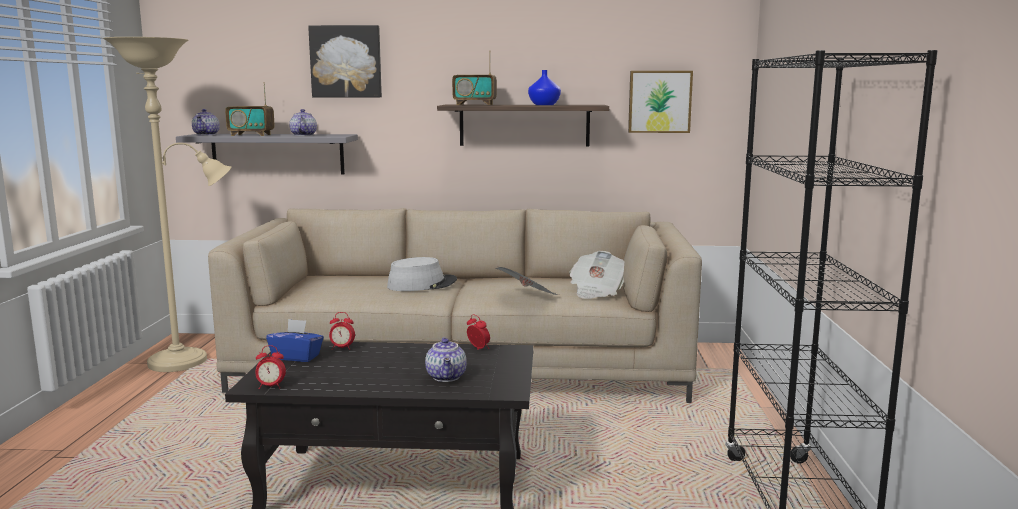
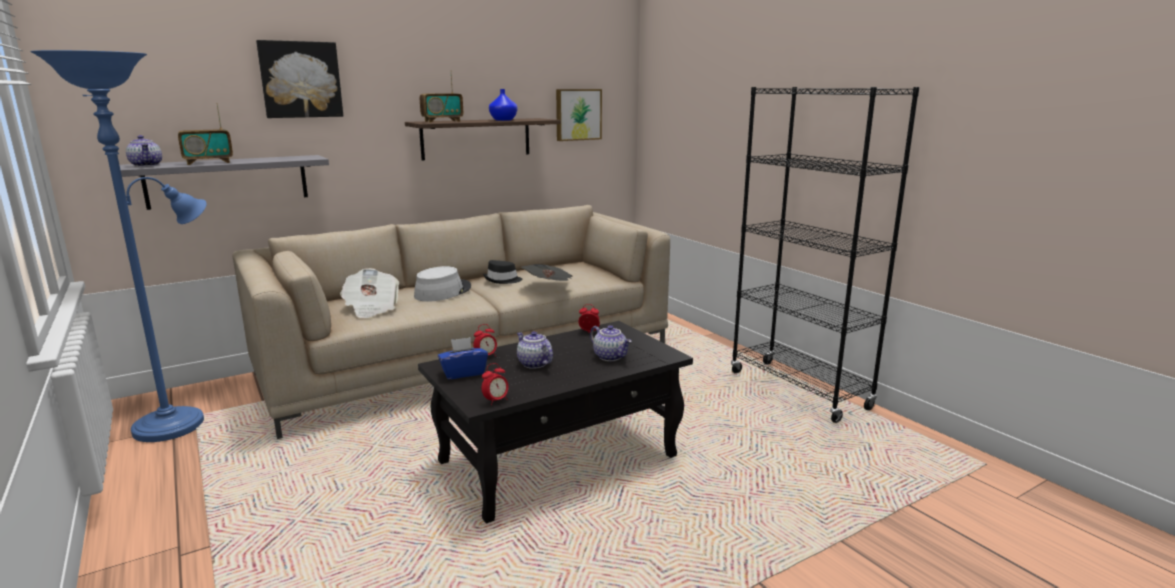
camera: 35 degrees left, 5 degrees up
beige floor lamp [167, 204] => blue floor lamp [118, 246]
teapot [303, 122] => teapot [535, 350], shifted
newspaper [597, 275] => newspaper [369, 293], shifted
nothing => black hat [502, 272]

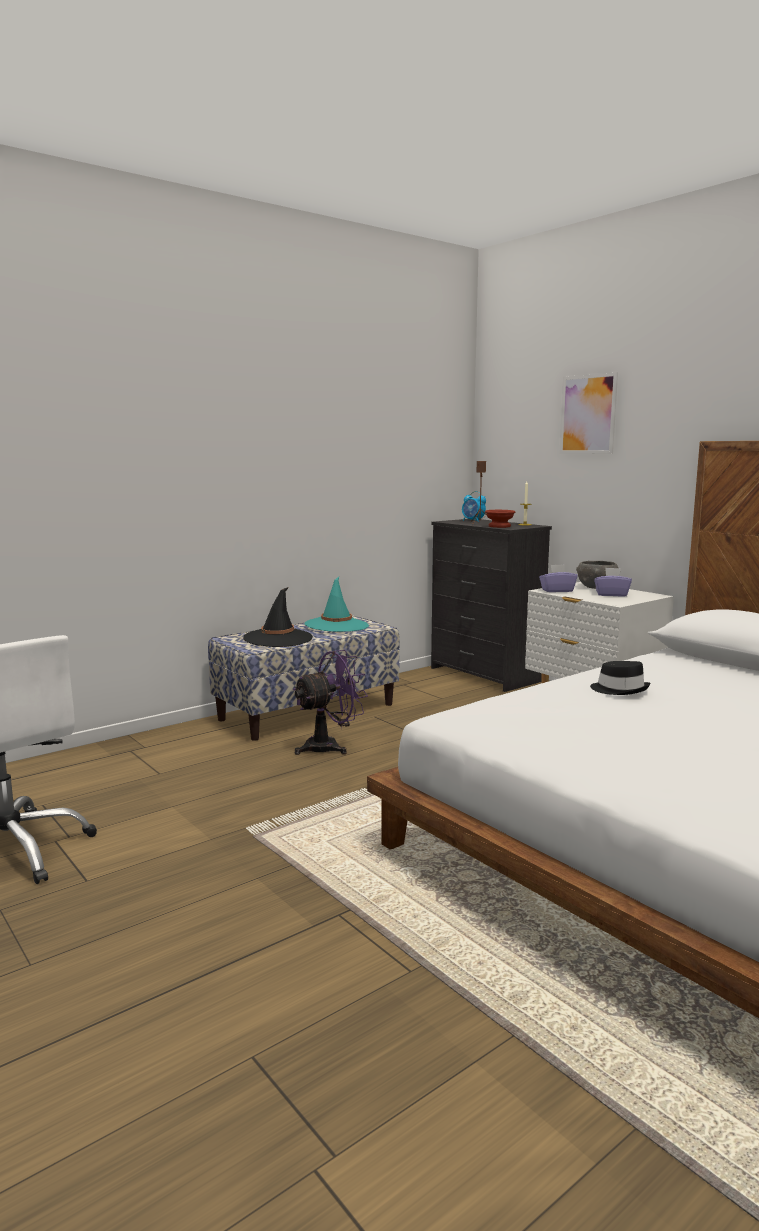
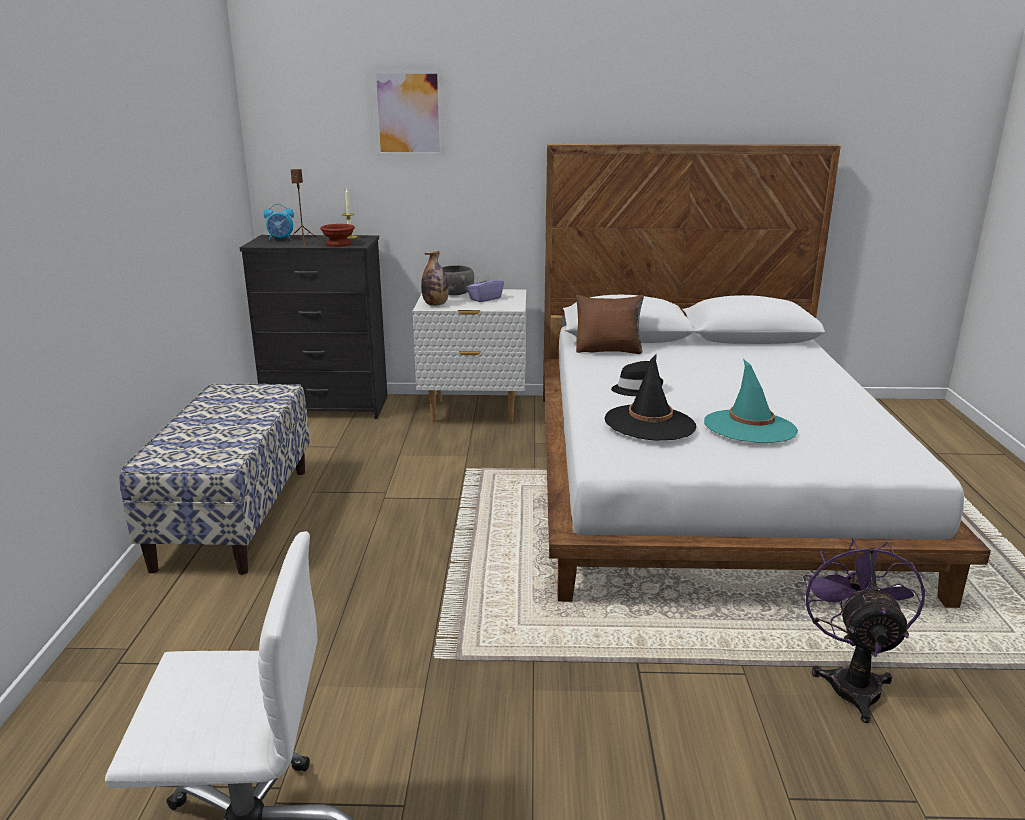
camera: 50 degrees left, 10 degrees up
purple tissue box [558, 578] => bottle [435, 278]
turquoise hat [336, 604] => turquoise hat [751, 401], shifted
black hat [278, 617] => black hat [650, 397], shifted
purple fan [330, 702] => purple fan [864, 630], shifted
nothing => brown pillow [610, 324]

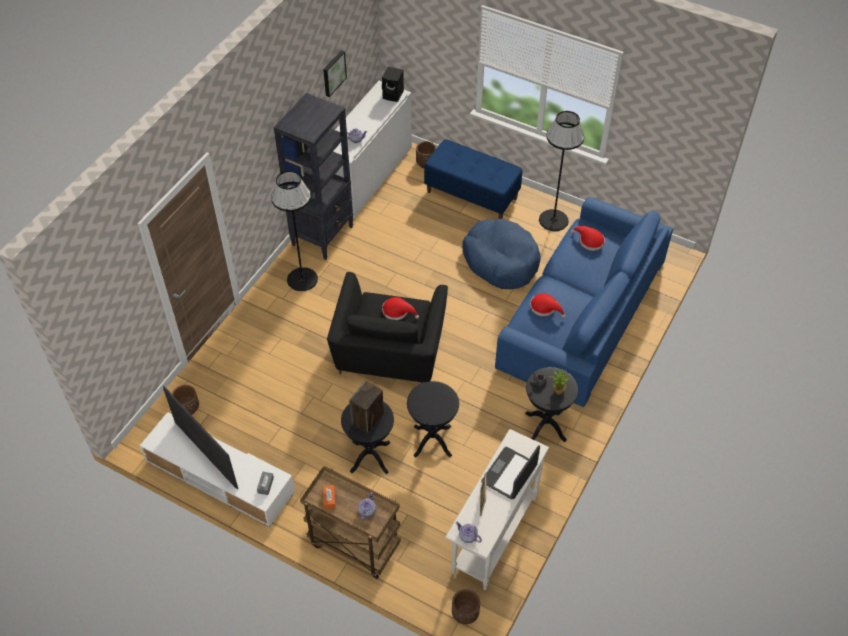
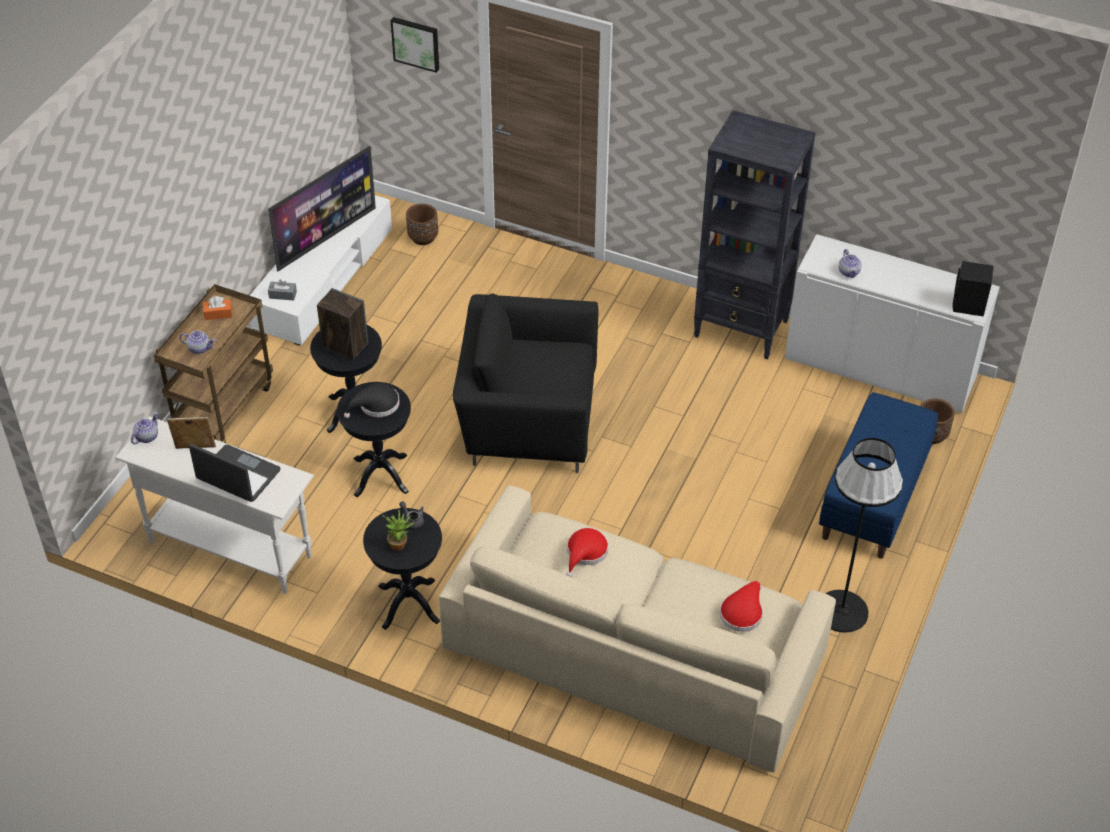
camera: 85 degrees right, 5 degrees down
picture [335, 73] => picture [415, 45], shifted
black floor lamp [294, 231] => nothing
blue sofa [584, 302] => beige sofa [637, 629]
blue dog bed [501, 253] => nothing
red hat [400, 308] => nothing
brown planter [466, 606] => nothing
nothing => black hat [371, 400]

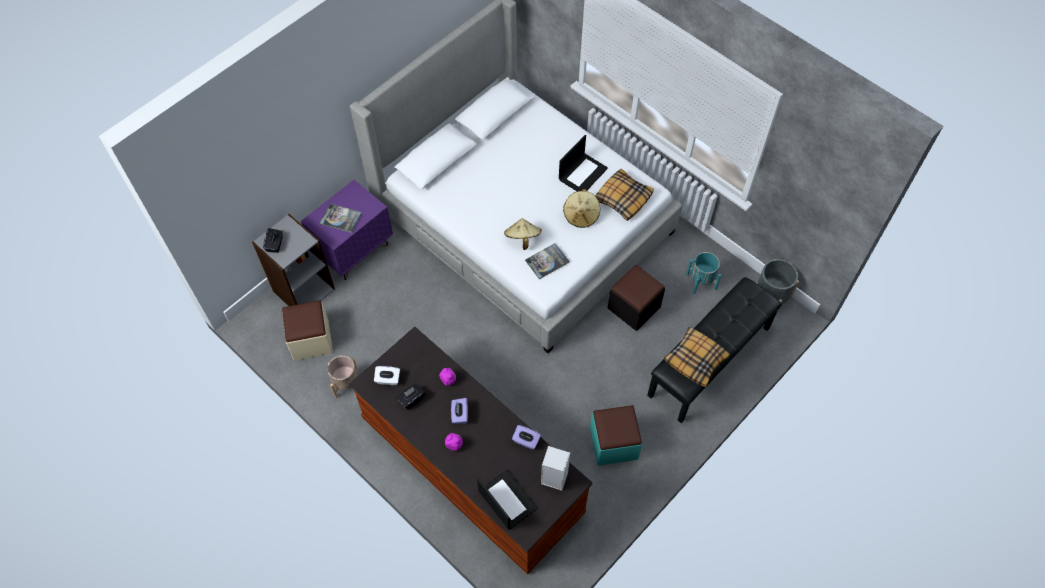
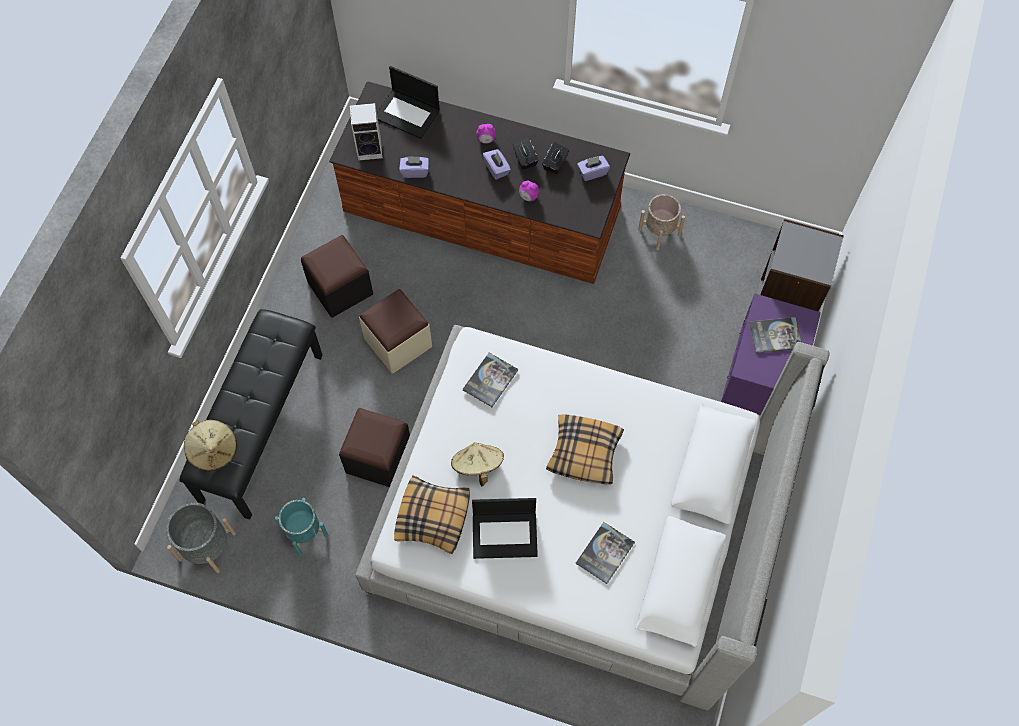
camera: 155 degrees right, 5 degrees up
laptop [583, 163] => laptop [505, 528], 105 degrees counterclockwise
beige hat [523, 234] => beige hat [210, 445], shifted
black tissue box [273, 240] => black tissue box [525, 153], shifted
beige ottoman [307, 330] => beige ottoman [395, 331], shifted
pillow [697, 357] => pillow [585, 449], shifted
white tissue box [387, 375] => purple tissue box [593, 168]
turquoise ottoman [616, 435] => black ottoman [337, 276]
nothing => book [605, 553]

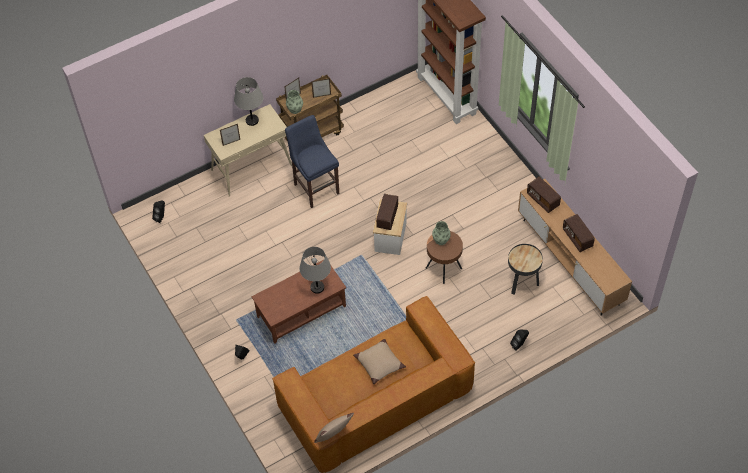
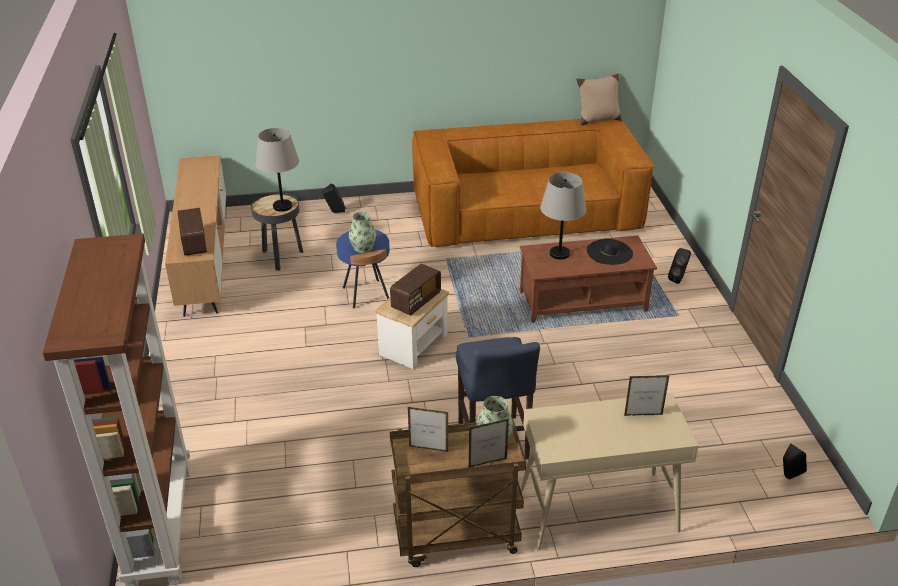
camera: 160 degrees left, 20 degrees down
grey table lamp [248, 101] => grey table lamp [277, 170], shifted
radio [579, 233] => nothing
brown side table [444, 257] => blue side table [363, 269]
beige pillow [379, 361] => nothing
nothing => black hat [610, 252]

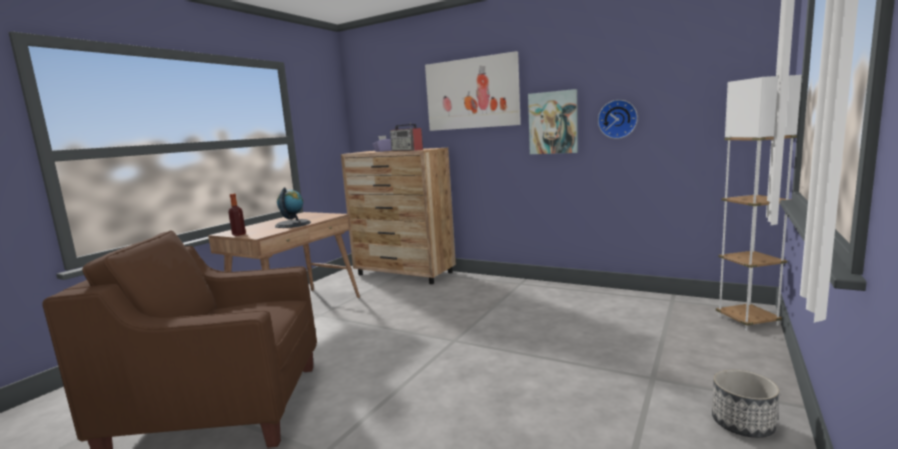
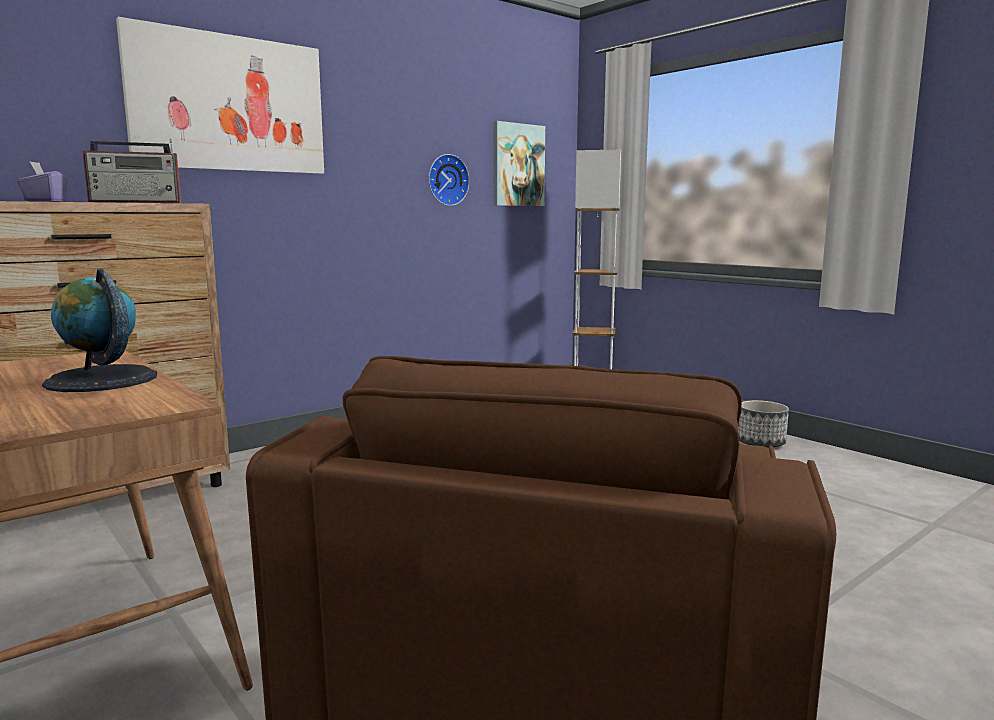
camera: 70 degrees left, 0 degrees up
picture [553, 121] => picture [519, 163], shifted
bottle [237, 215] => nothing

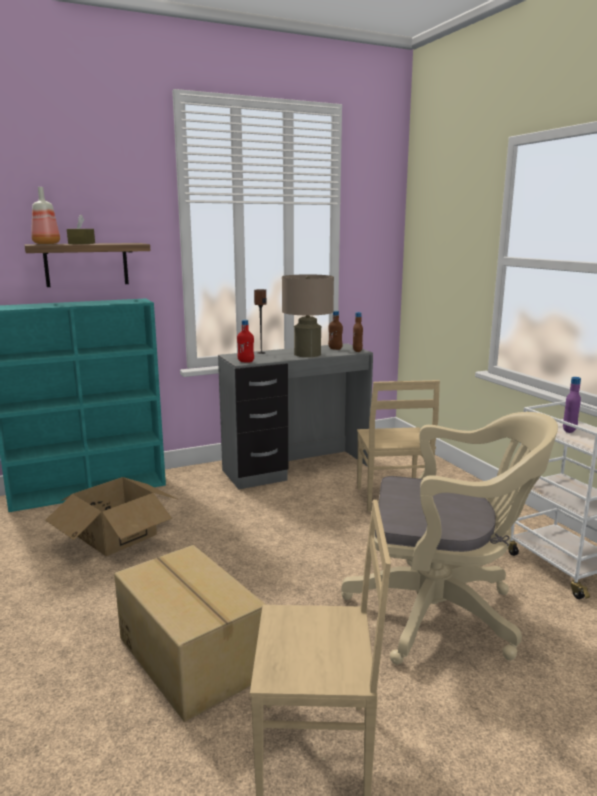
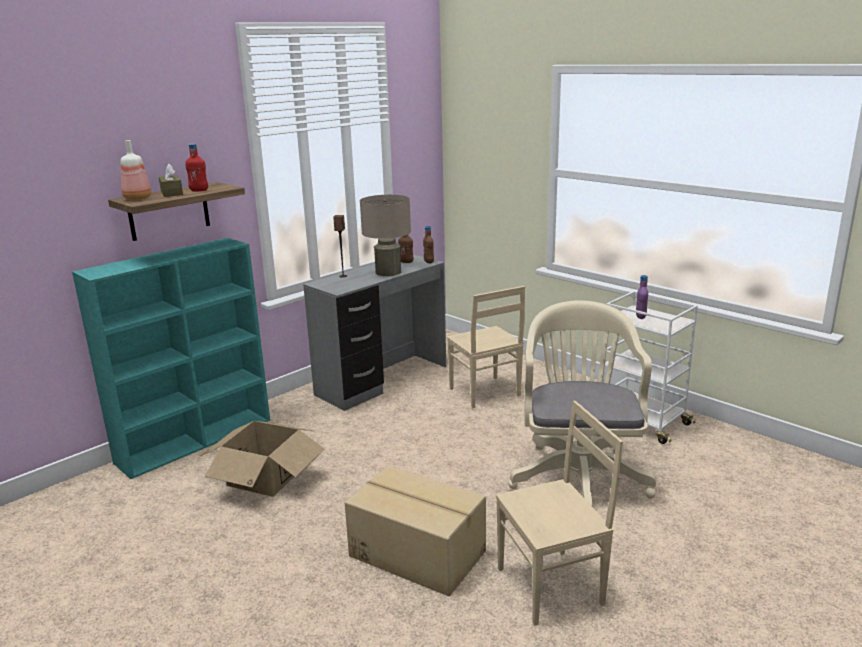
camera: 20 degrees left, 5 degrees up
red bottle [245, 341] => red bottle [196, 167], shifted
beige office chair [449, 538] => beige office chair [582, 403], 75 degrees counterclockwise

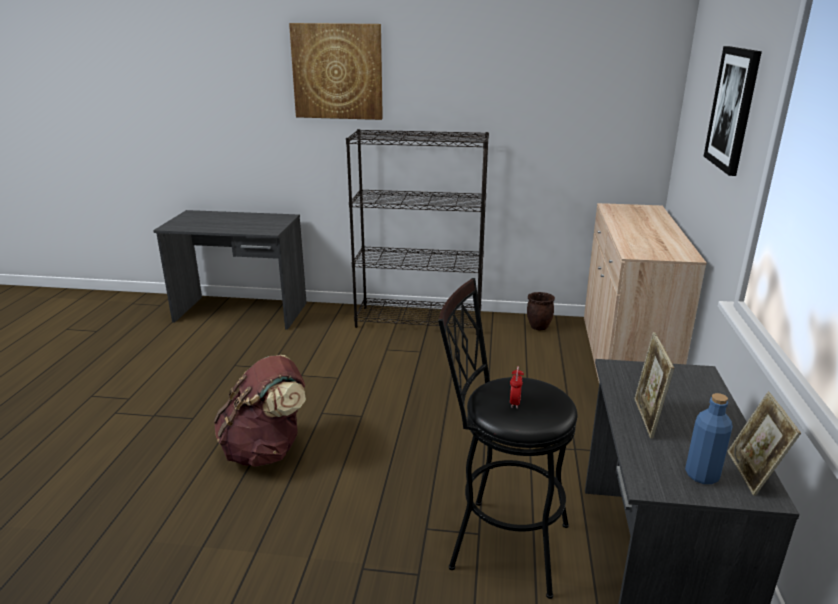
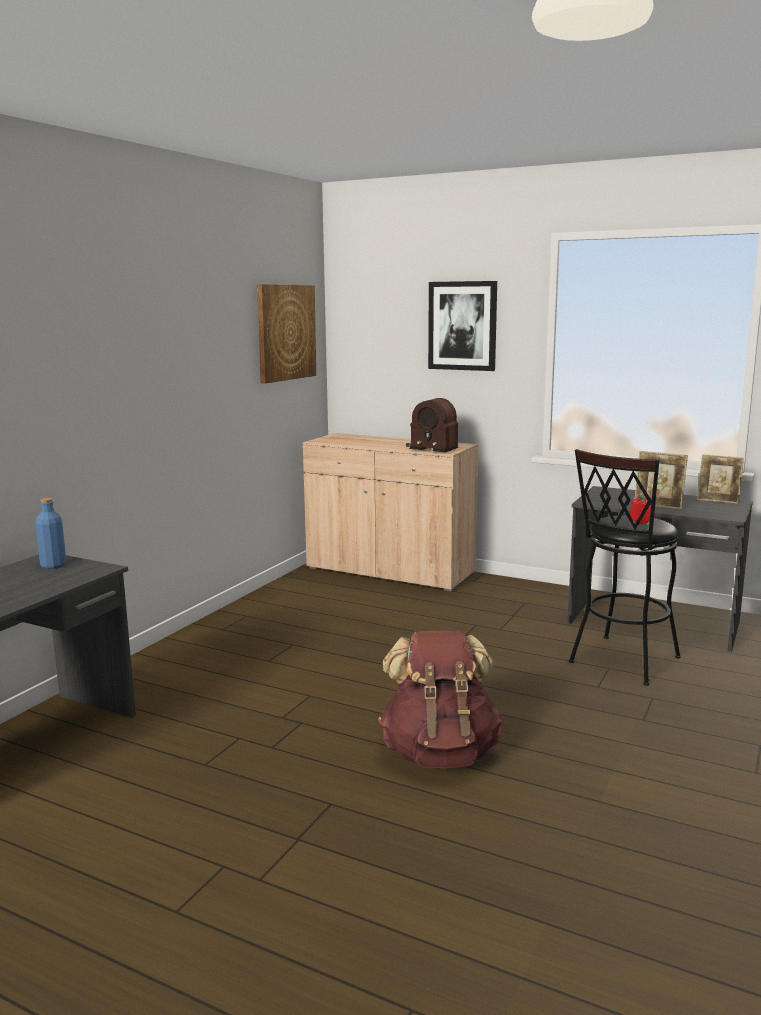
camera: 70 degrees left, 10 degrees down
picture [336, 71] => picture [286, 334], shifted
black bookcase [417, 232] => nothing
brown planter [541, 311] => nothing
blue bottle [709, 438] => blue bottle [50, 533], shifted
nothing => radio [432, 425]

